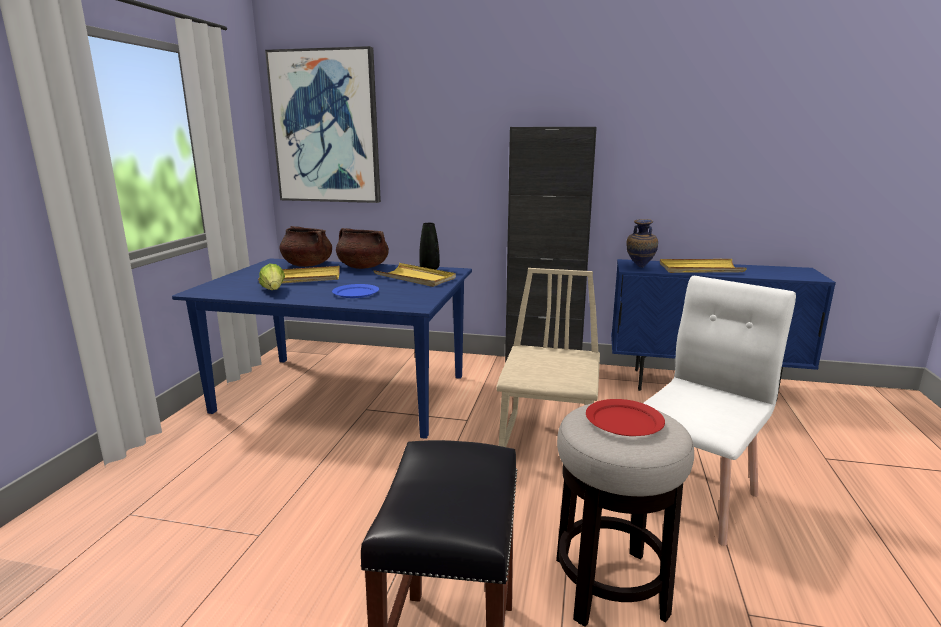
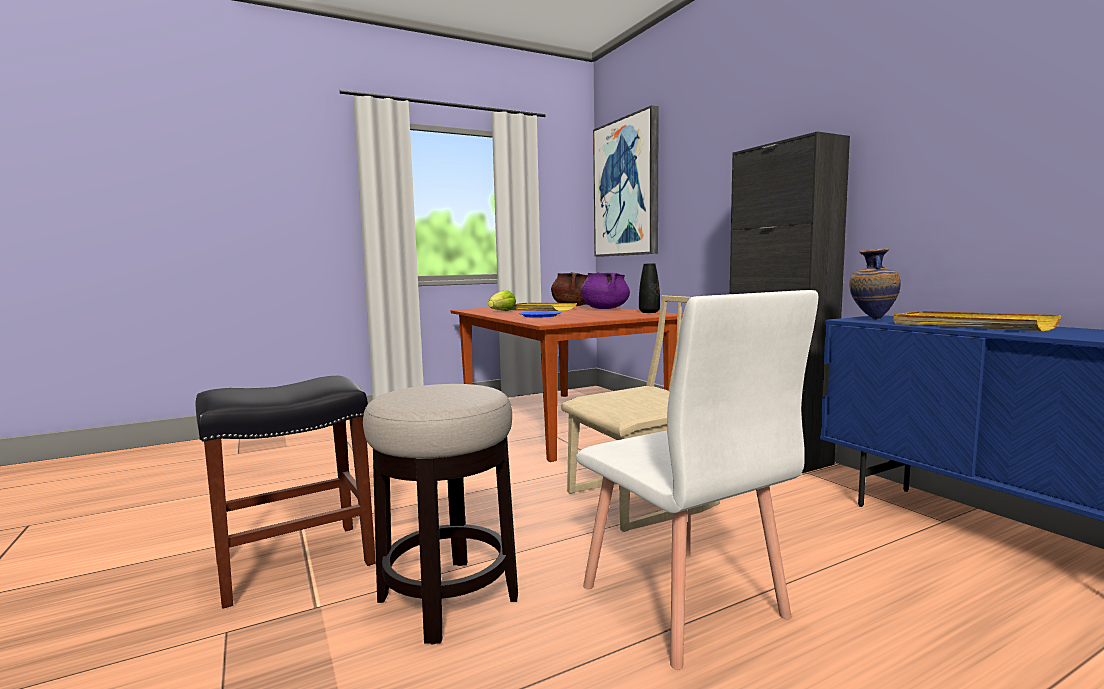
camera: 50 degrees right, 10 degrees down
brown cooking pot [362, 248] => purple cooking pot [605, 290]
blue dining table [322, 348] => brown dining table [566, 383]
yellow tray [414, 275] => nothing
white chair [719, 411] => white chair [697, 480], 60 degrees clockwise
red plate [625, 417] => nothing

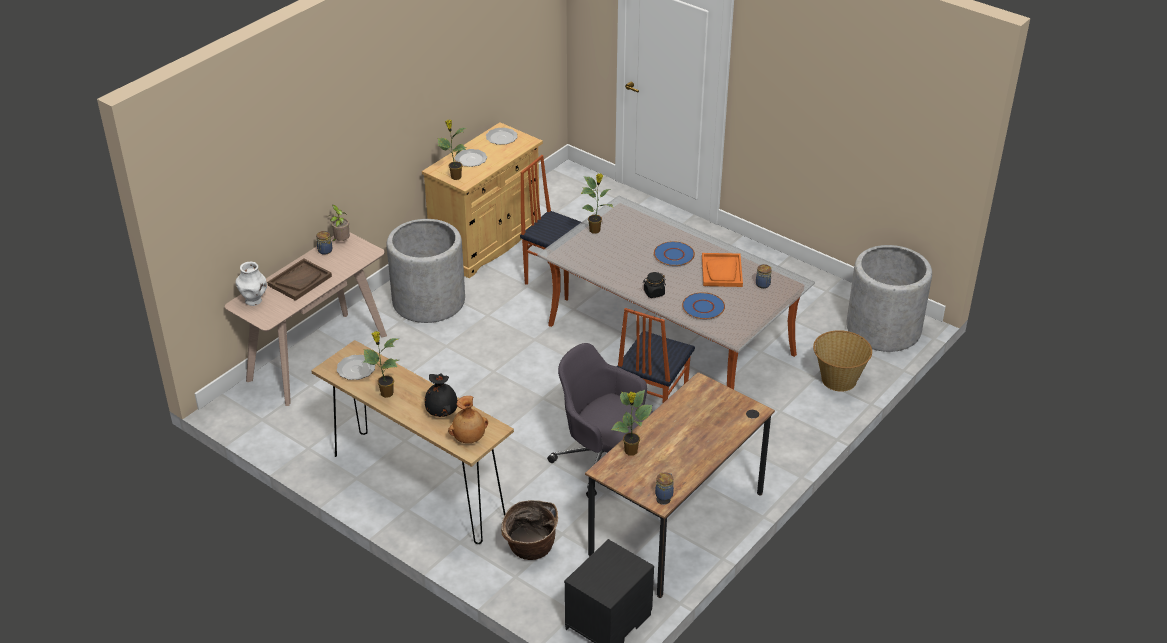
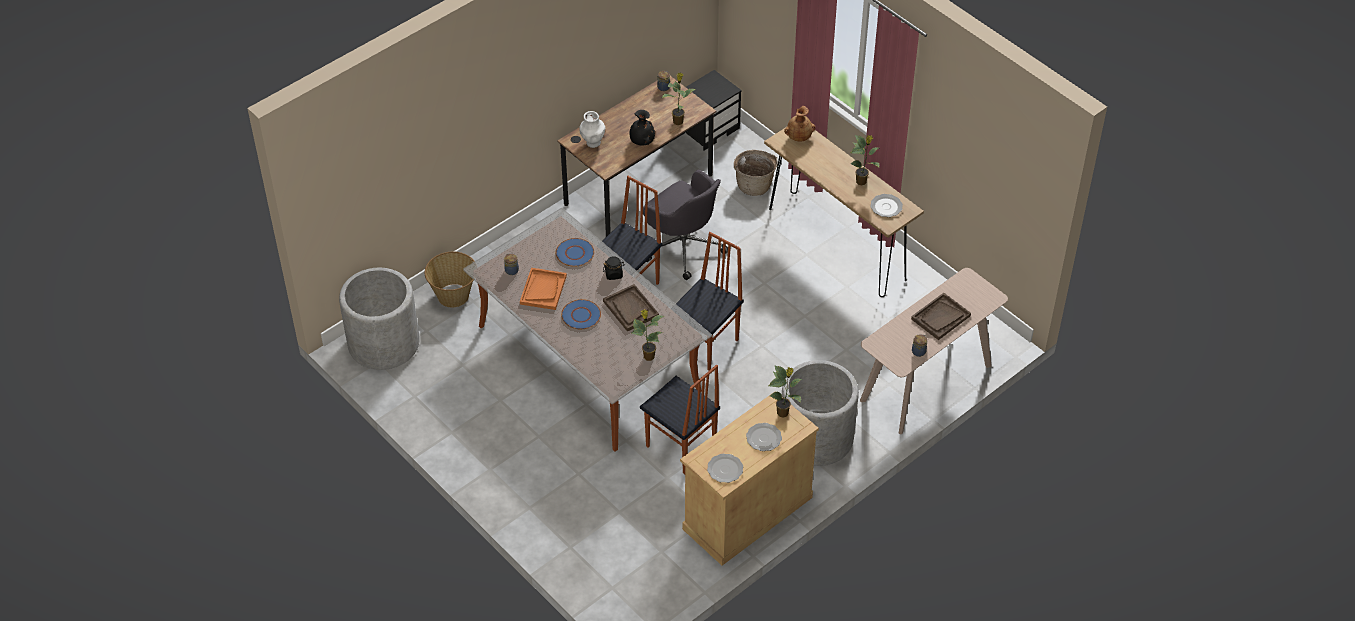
camera: 170 degrees left, 10 degrees up
potted plant [339, 223] => nothing
white vase [251, 284] => white vase [592, 129], shifted
black vase [441, 395] => black vase [642, 127], shifted
nothing => chair [710, 301]
nothing => brown tray [631, 308]

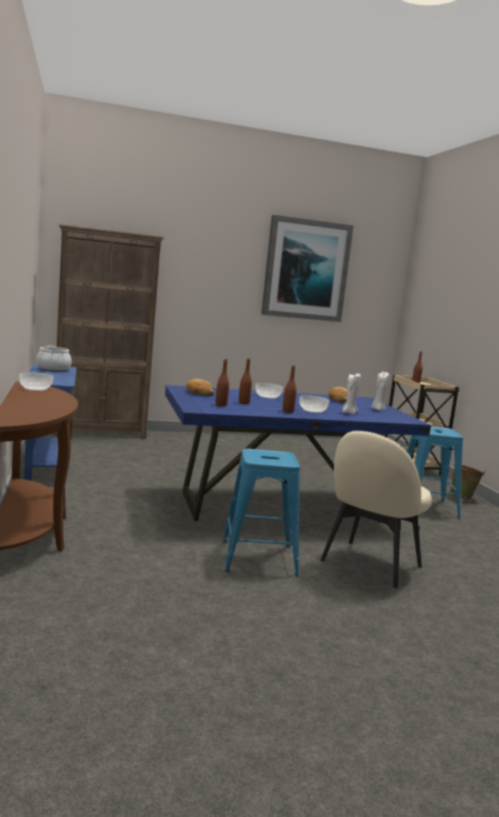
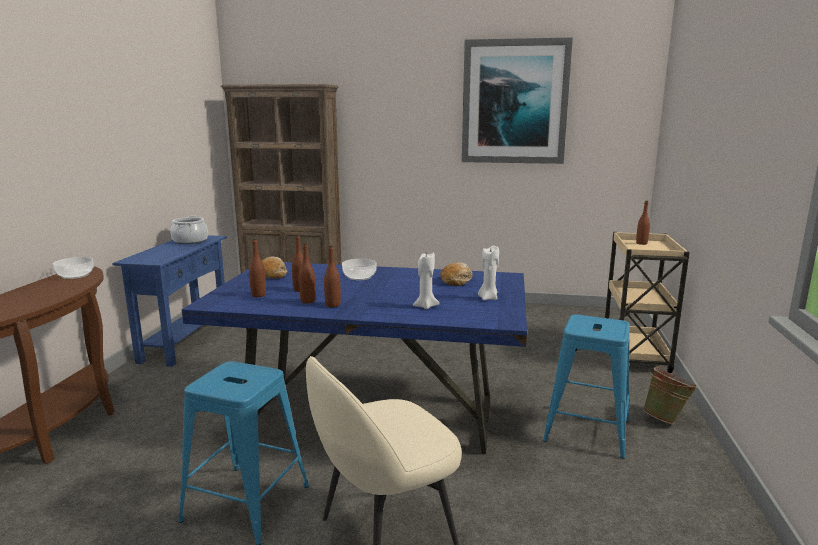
camera: 25 degrees right, 5 degrees up
bowl [314, 404] => nothing
nothing => brown bottle [307, 273]

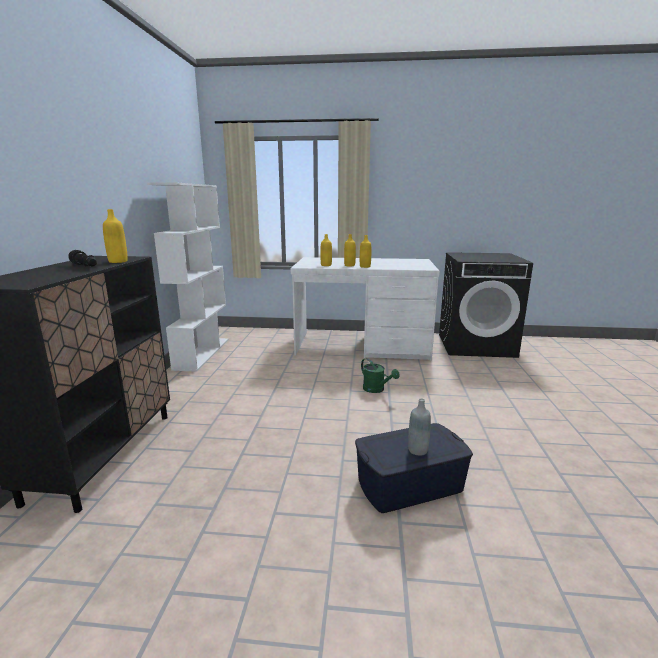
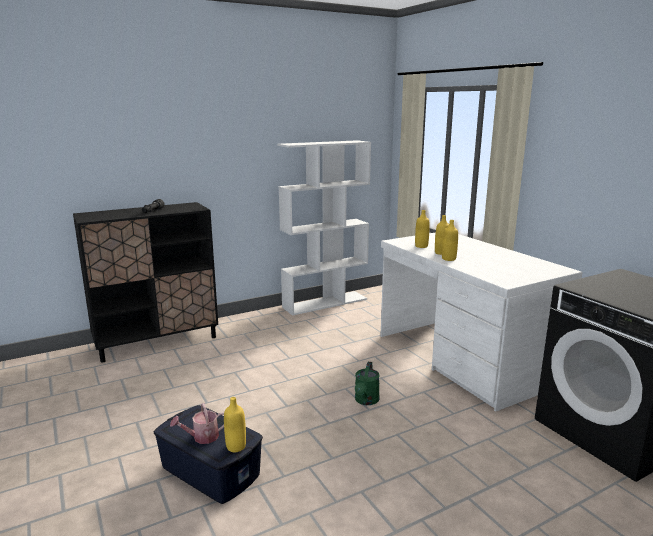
camera: 55 degrees right, 0 degrees up
yellow bottle [115, 236] => yellow bottle [235, 424], shifted
grey bottle [419, 427] => watering can [197, 423]

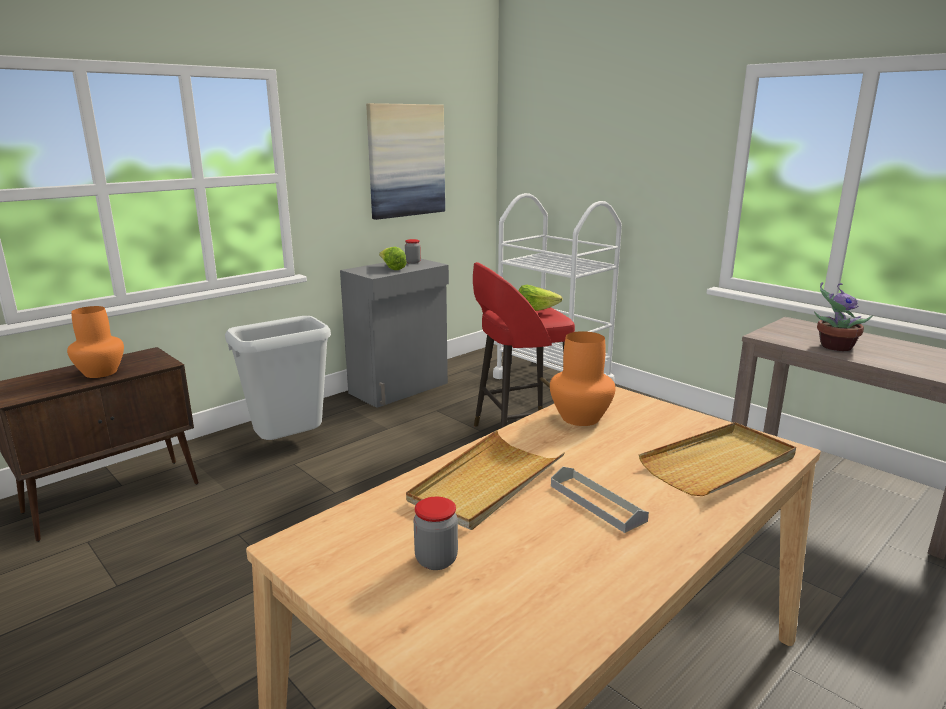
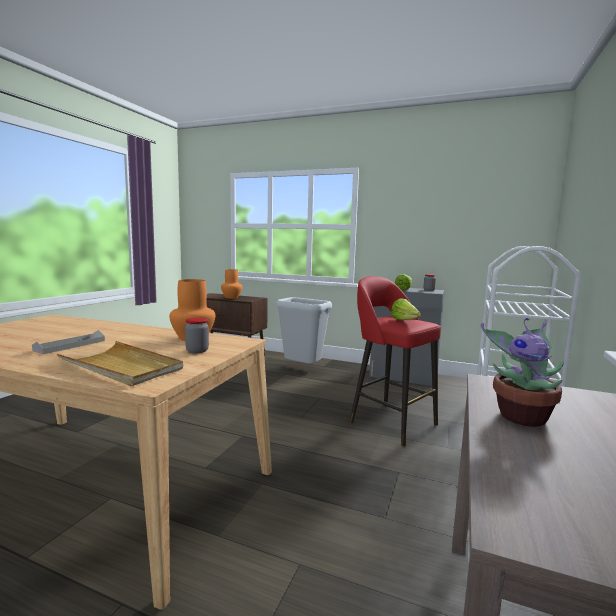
camera: 65 degrees right, 10 degrees down
picture [405, 161] => nothing
beige tray [485, 480] => nothing
jar [436, 533] => jar [197, 335], shifted

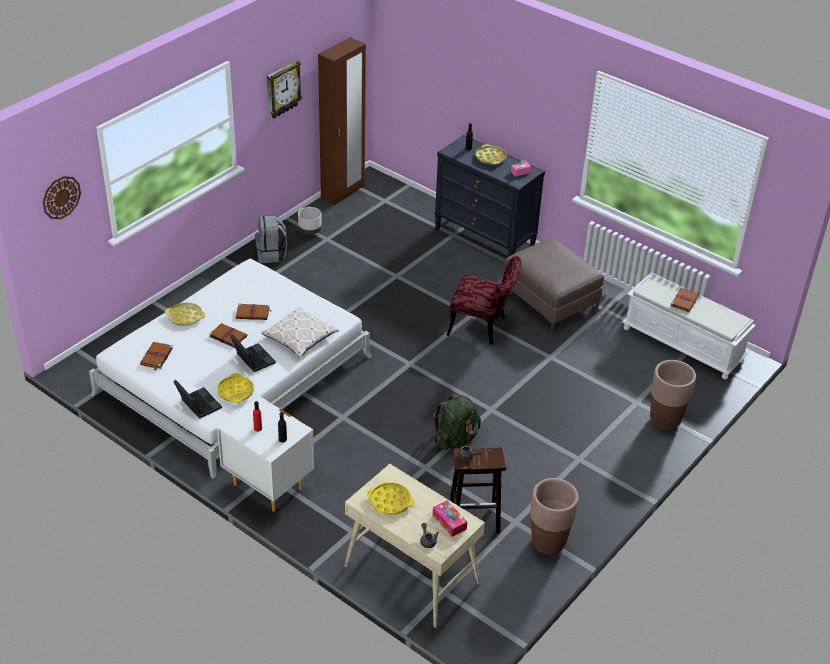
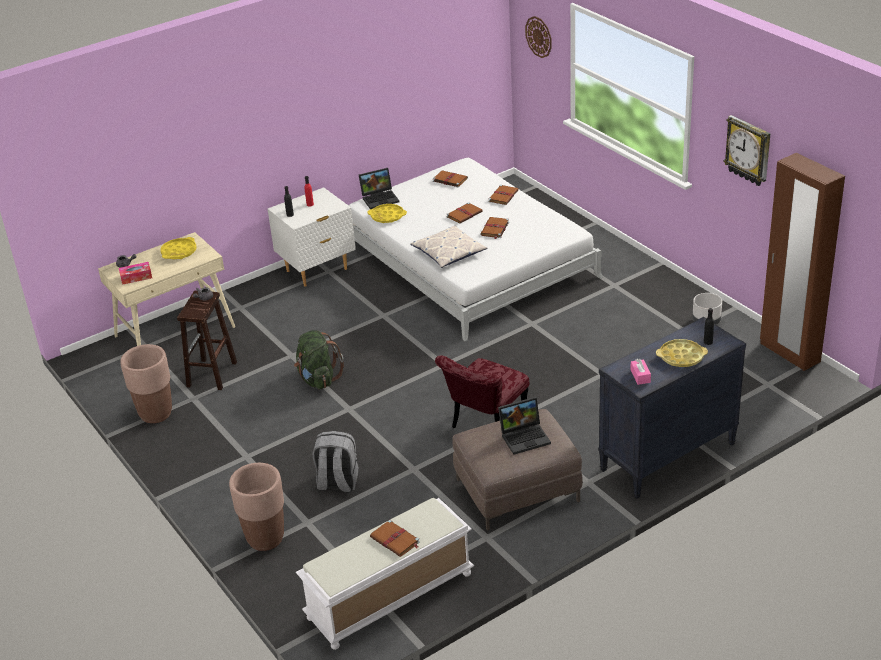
camera: 110 degrees right, 5 degrees down
grey backpack [271, 239] => grey backpack [335, 462], shifted
yellow tray [185, 314] => brown book [503, 195]
laptop [253, 353] => laptop [524, 426], shifted

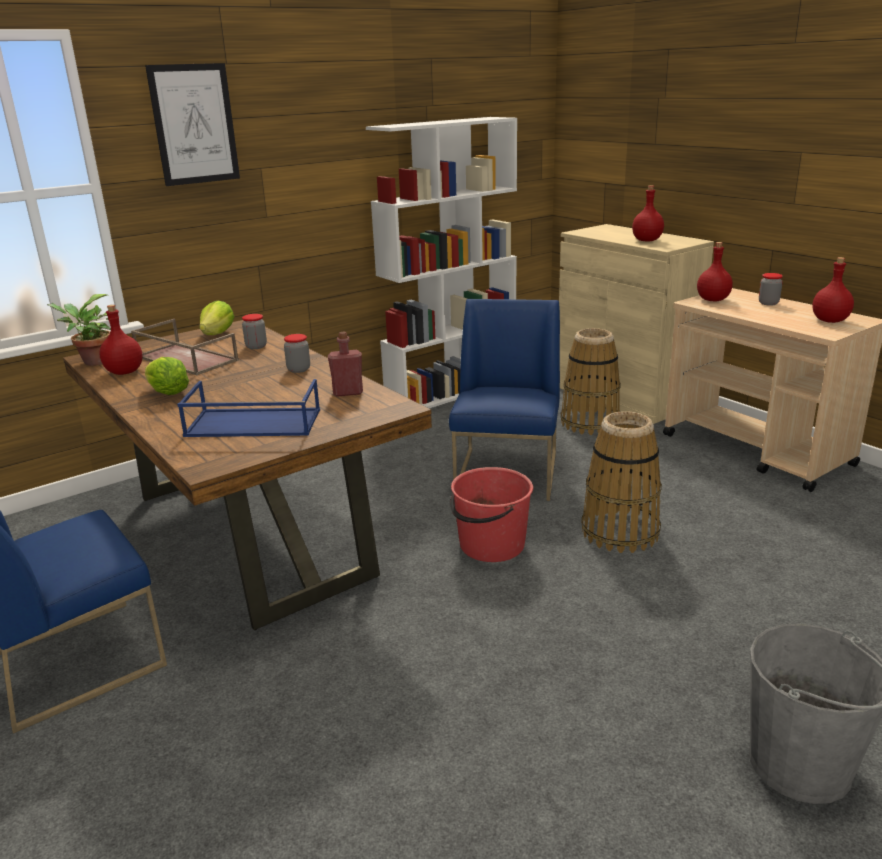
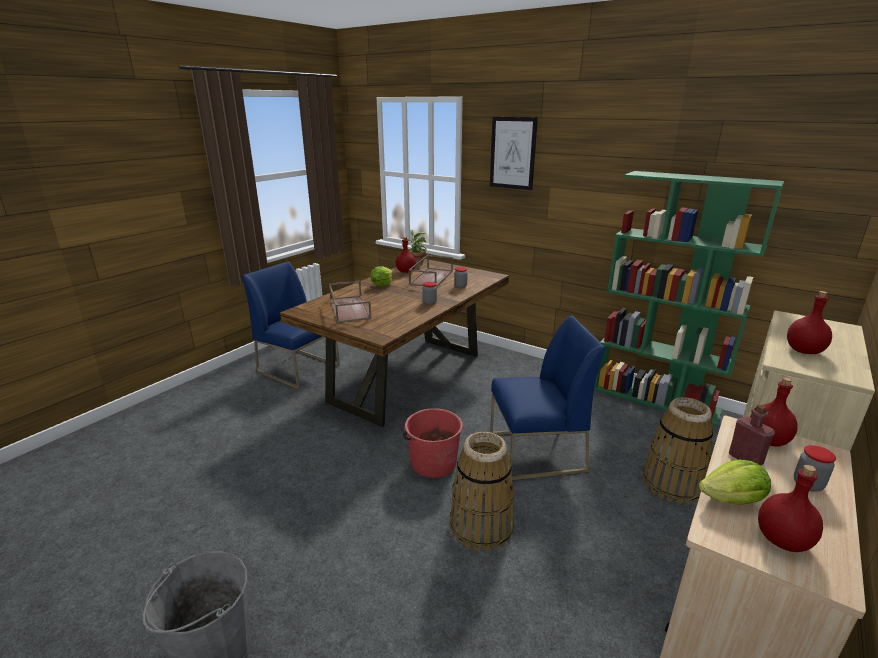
camera: 70 degrees right, 0 degrees up
white bookcase [441, 262] => green bookcase [689, 298]
lettuce [216, 318] => lettuce [735, 482], shifted
red bottle [345, 364] => red bottle [752, 435], shifted
blue tray [248, 408] => brown tray [350, 302]

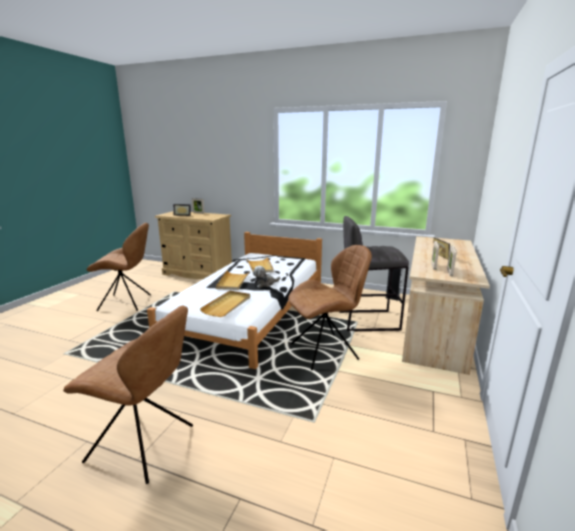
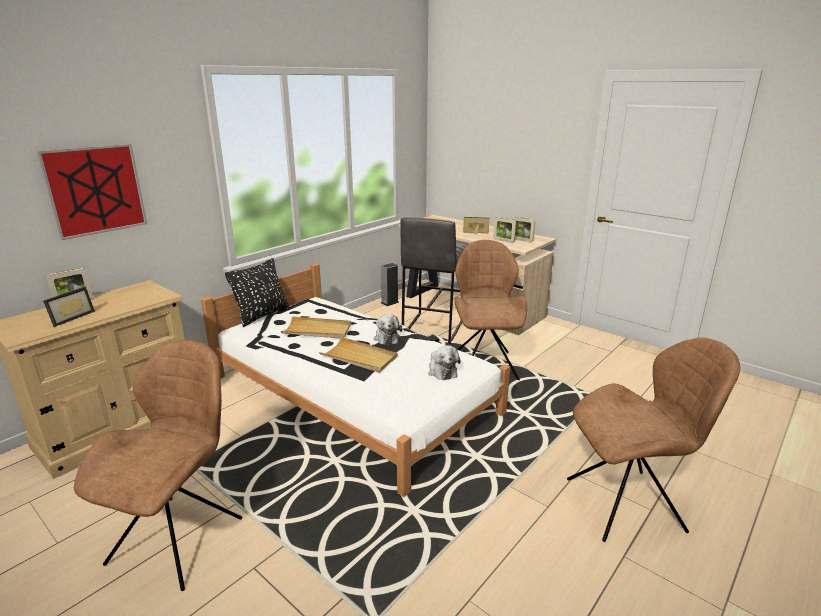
camera: 70 degrees left, 5 degrees up
beige tray [225, 304] => plush toy [444, 362]
brown chair [128, 394] => brown chair [653, 439], 45 degrees clockwise
nothing => picture [92, 192]
nothing => black pillow [257, 292]

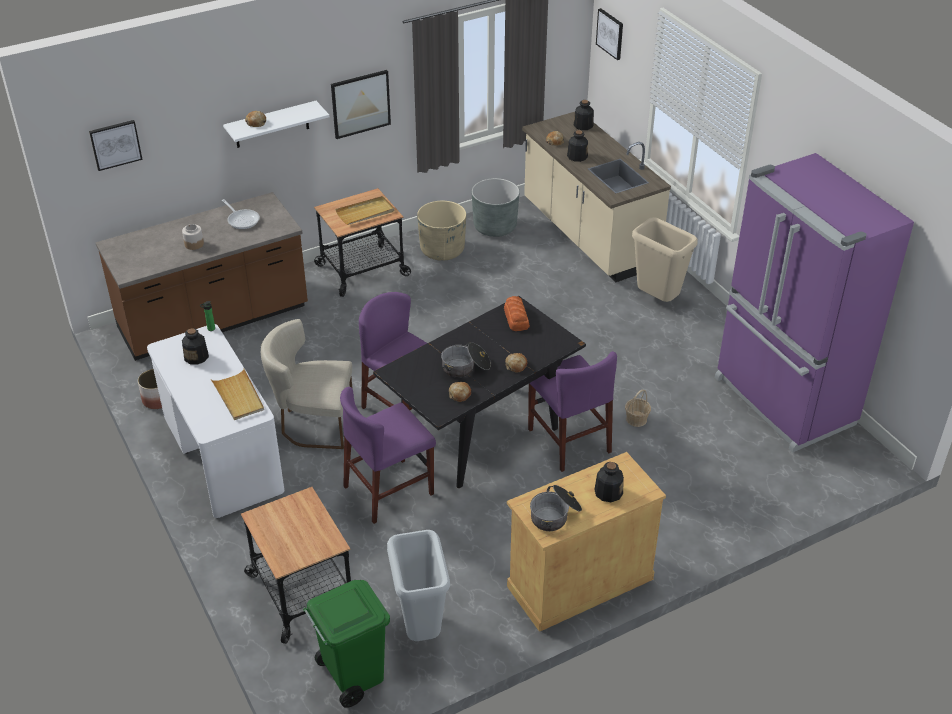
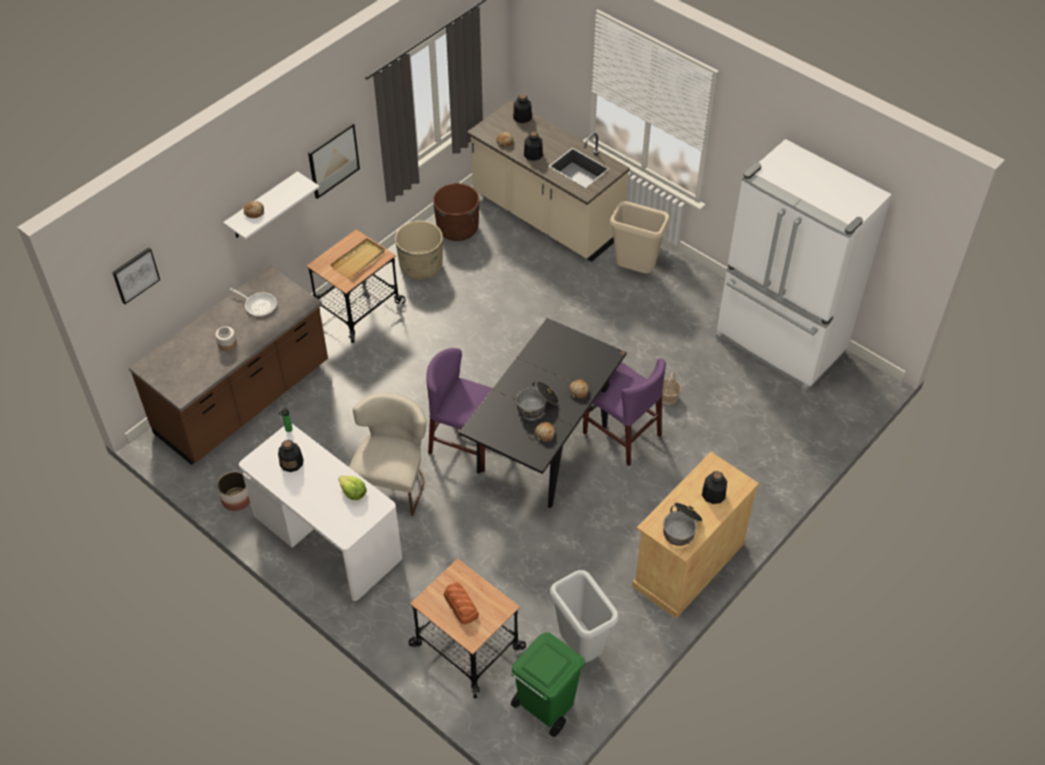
camera: 20 degrees left, 10 degrees up
picture [609, 34] => nothing
purple fridge [814, 303] => white fridge [803, 266]
grey planter [495, 207] => brown planter [456, 212]
bread [517, 313] => bread [461, 603], shifted
beige chair [307, 384] => beige chair [388, 454], 120 degrees clockwise
beige tray [237, 394] => lettuce [352, 488]
purple chair [388, 455] => nothing

